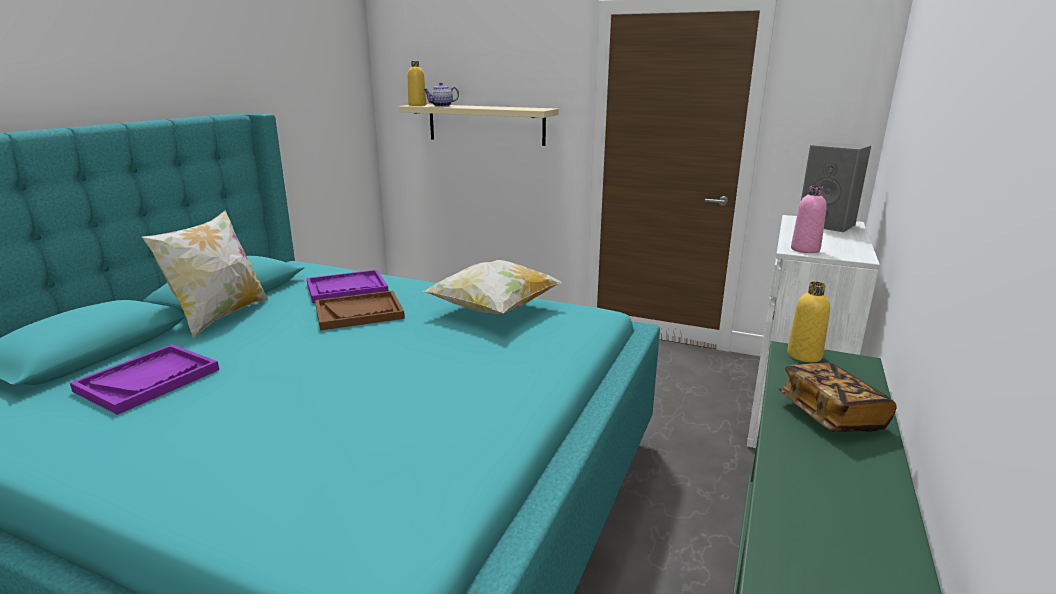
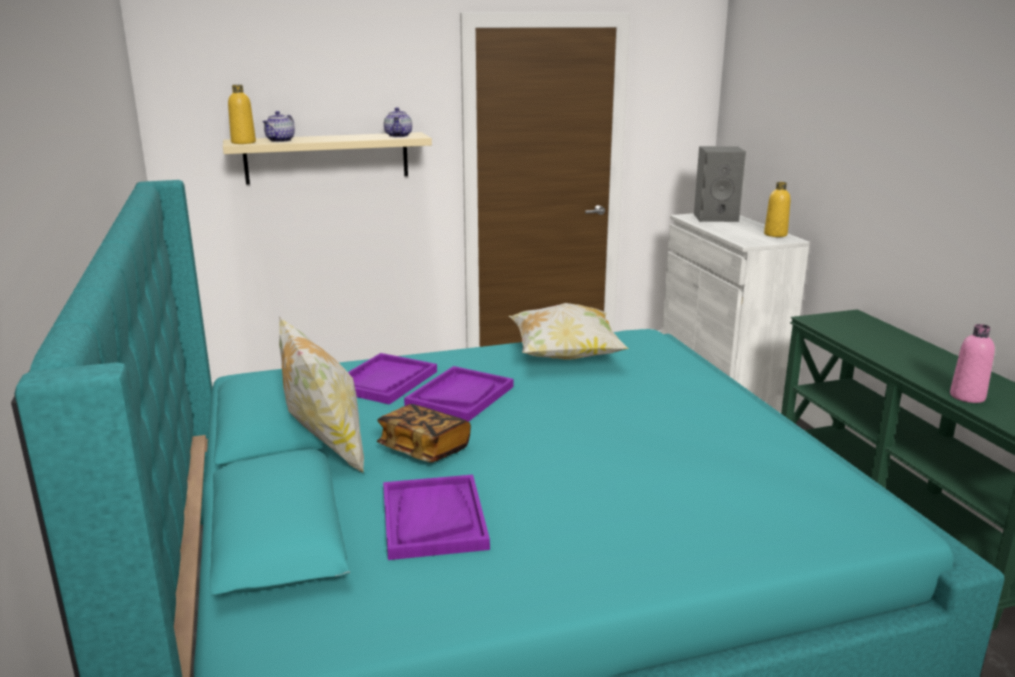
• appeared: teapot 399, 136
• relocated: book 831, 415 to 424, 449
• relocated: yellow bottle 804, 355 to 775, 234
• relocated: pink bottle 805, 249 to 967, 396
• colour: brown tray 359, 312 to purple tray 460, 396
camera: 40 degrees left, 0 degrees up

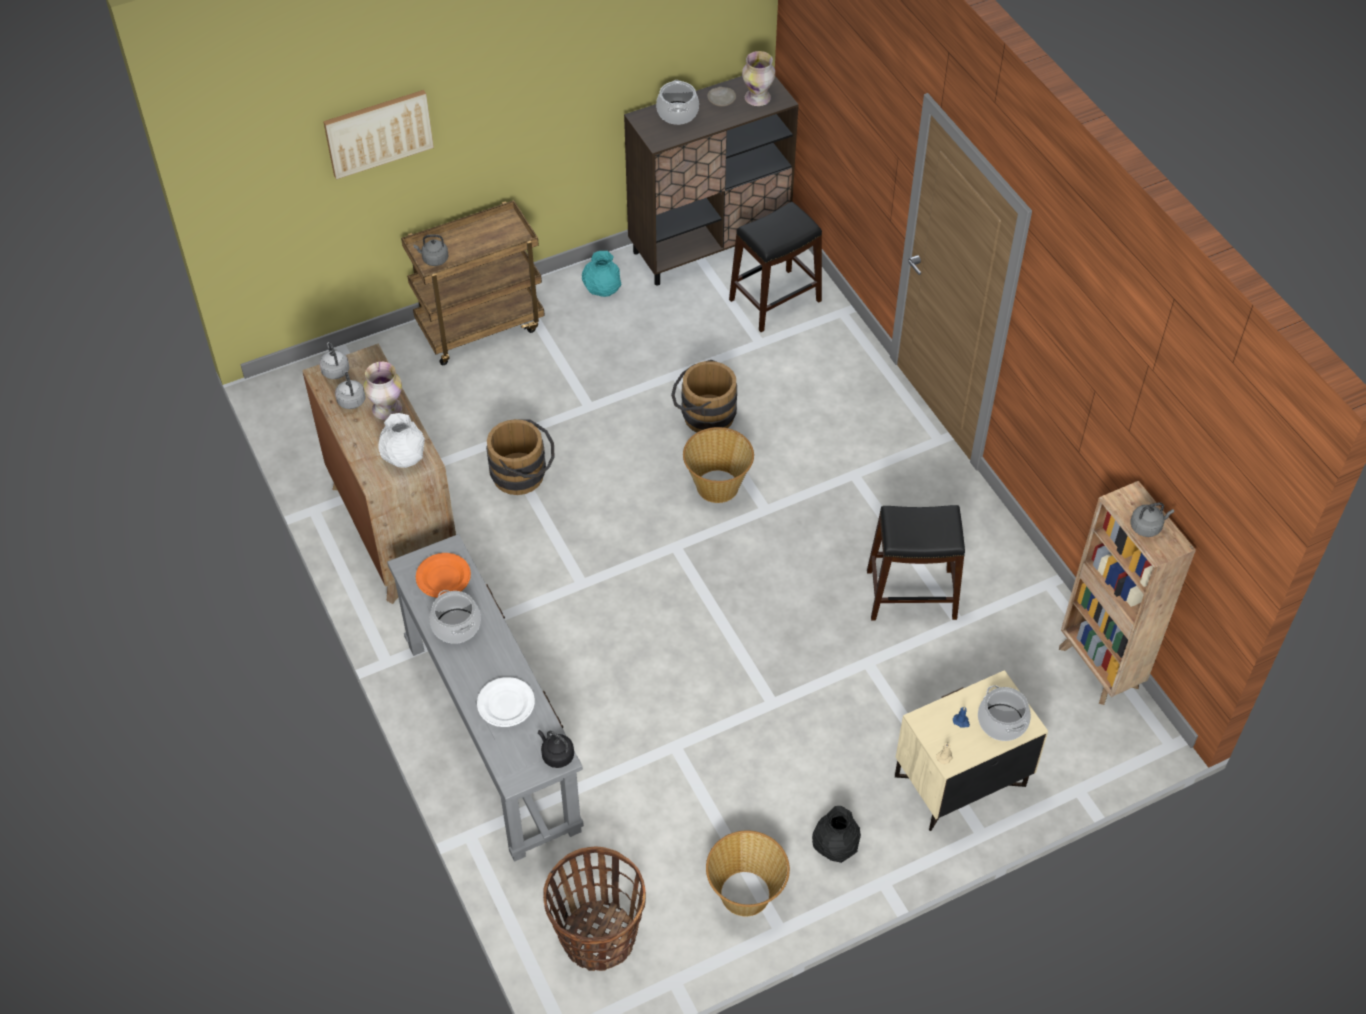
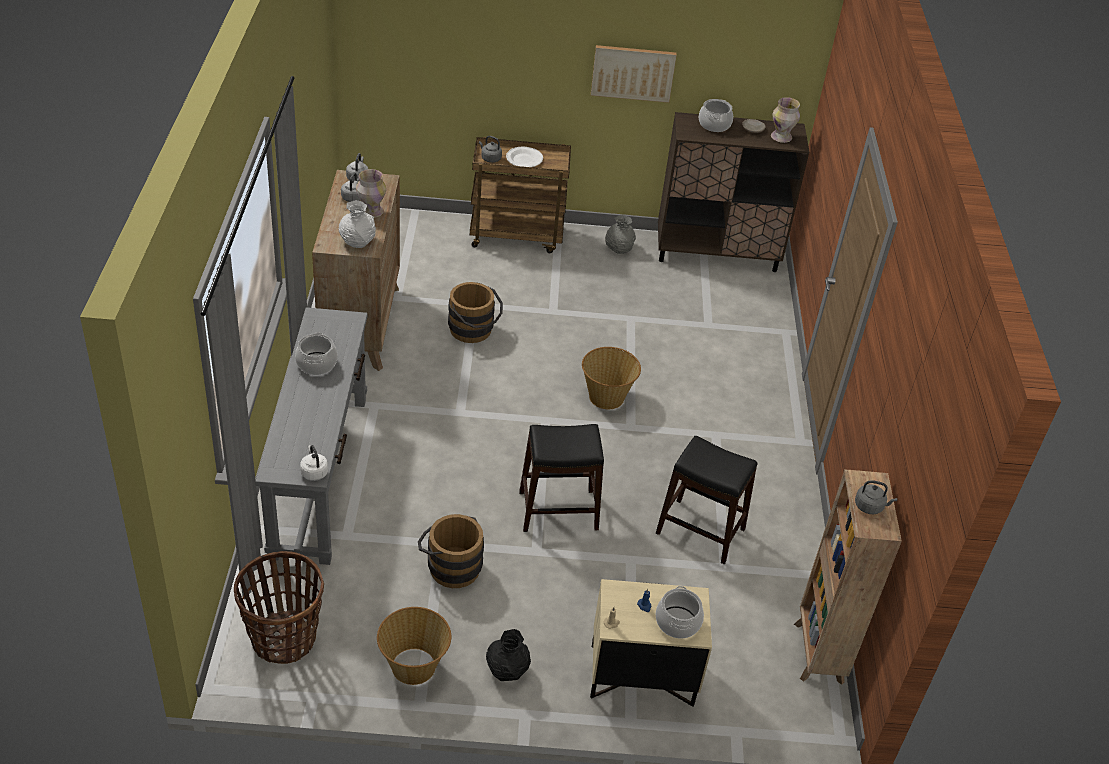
• missing: orange plate 443, 578
• relocated: picture 378, 132 to 633, 73
• relocated: white plate 506, 704 to 524, 159
• relocated: brown bucket 703, 415 to 450, 566
• relocated: black stool 775, 300 to 558, 511
• colour: black kettle 556, 755 to white kettle 314, 472
• colour: turquoise vase 602, 289 to grey vase 618, 248
camera: 25 degrees right, 10 degrees down

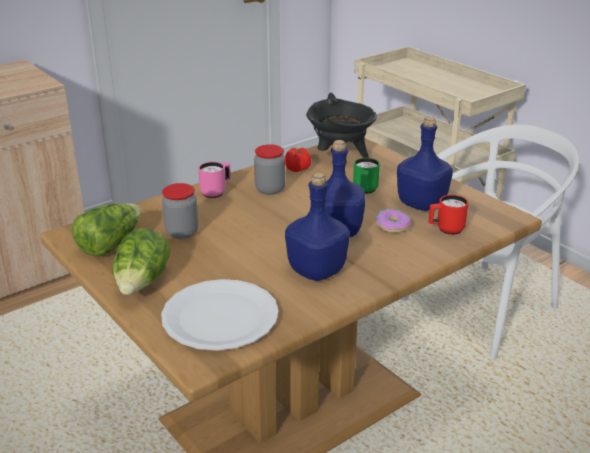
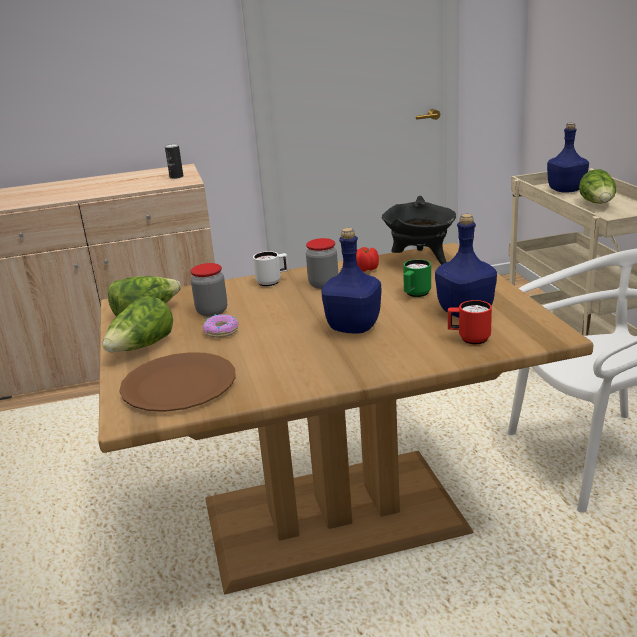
• appeared: can 176, 177
• appeared: lettuce 598, 204
• relocated: blue bottle 317, 271 to 566, 190
• relocated: donut 392, 226 to 222, 331
• colour: white plate 220, 317 to brown plate 179, 385
• colour: pink mug 216, 192 to white mug 272, 282
camera: 25 degrees right, 5 degrees down

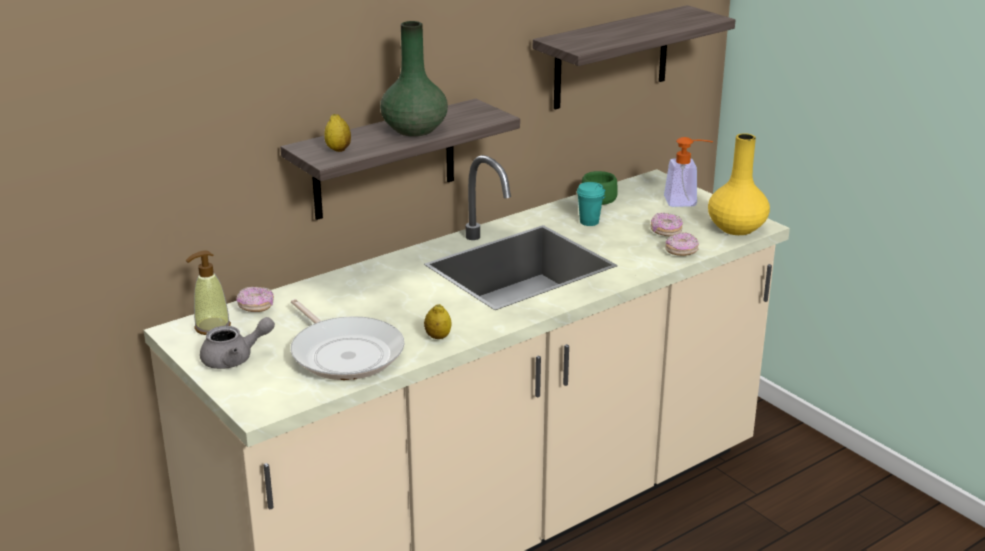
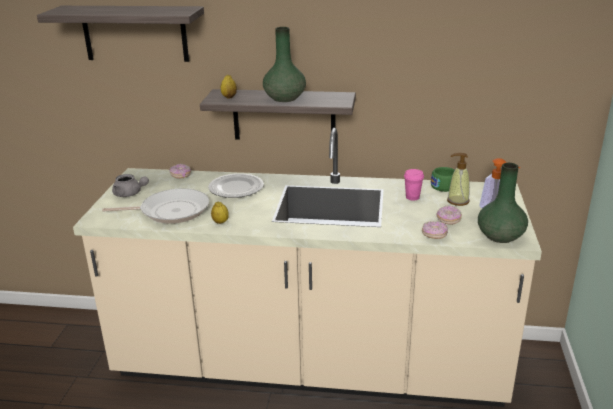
• appeared: plate 236, 188
• relocated: soap dispenser 212, 327 to 457, 201
• relocated: shelf 611, 58 to 135, 33
• colour: turquoise cup 589, 222 to pink cup 412, 197
• colour: yellow vase 735, 228 to green vase 500, 236
• spun: frying pan 345, 353 = 171, 211 105 degrees counterclockwise
camera: 45 degrees right, 0 degrees up

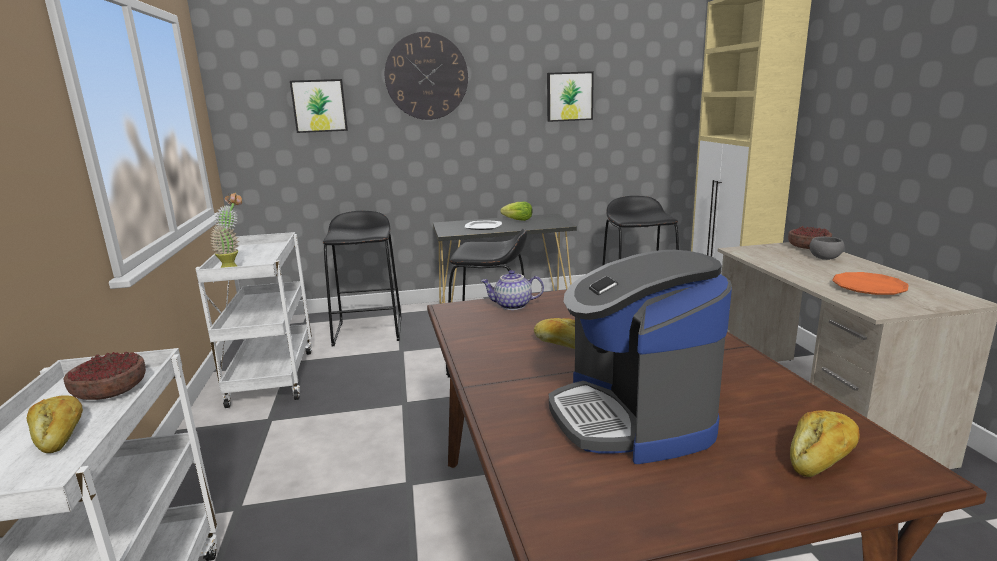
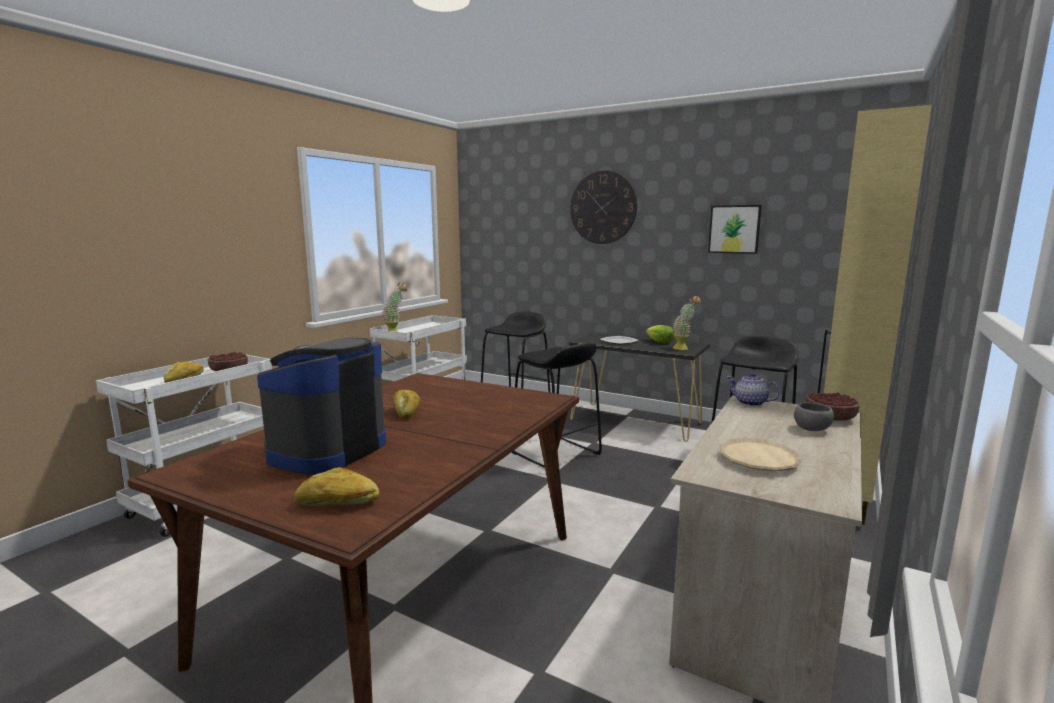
• missing: picture 319, 106
• appeared: potted plant 684, 348
• relocated: teapot 512, 306 to 750, 403
• colour: orange plate 868, 288 to beige plate 758, 460
camera: 40 degrees right, 5 degrees down

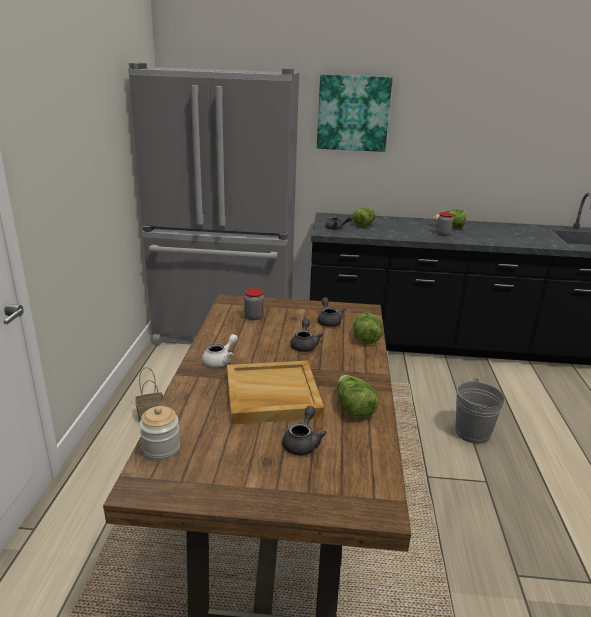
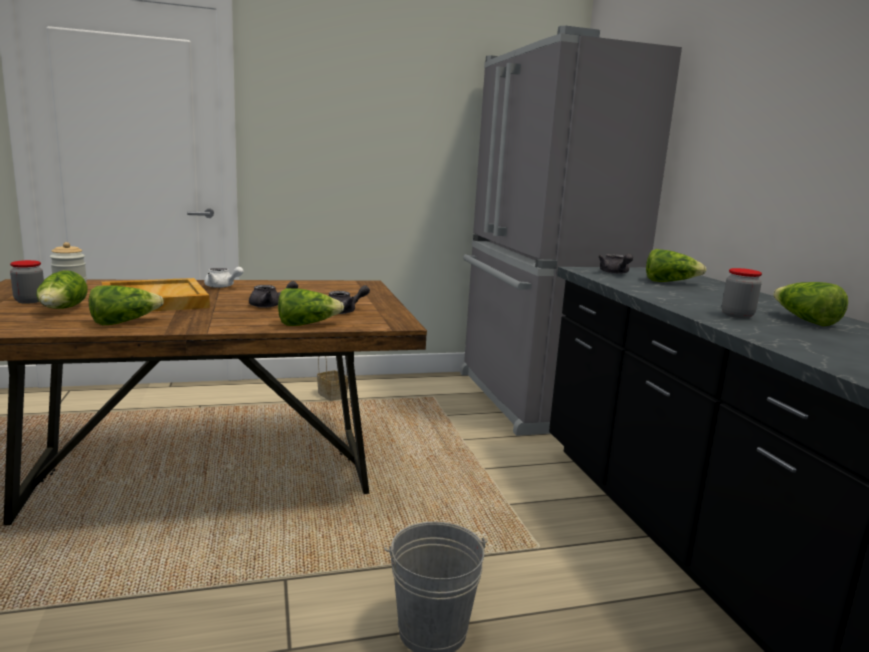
• missing: picture 353, 113
• relocated: jar 253, 317 to 30, 301
• exchanged: grey teapot 302, 443 to lettuce 62, 310
camera: 70 degrees right, 10 degrees down

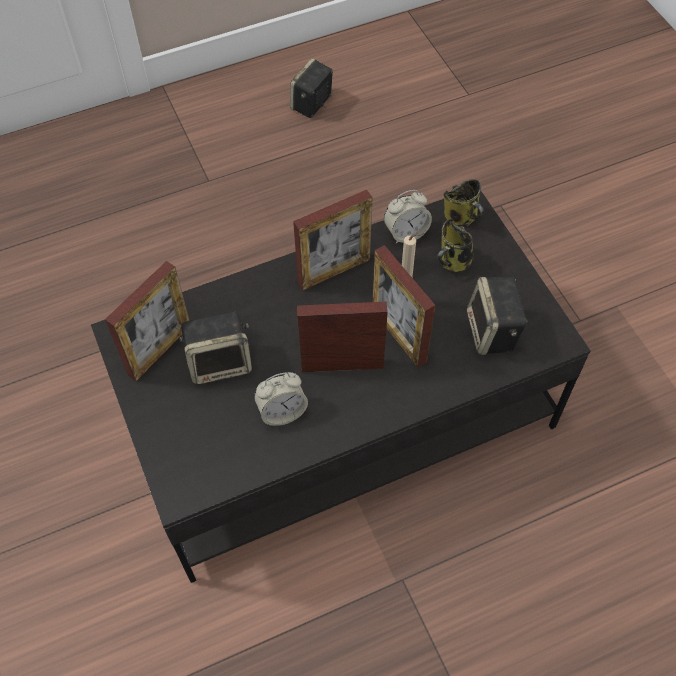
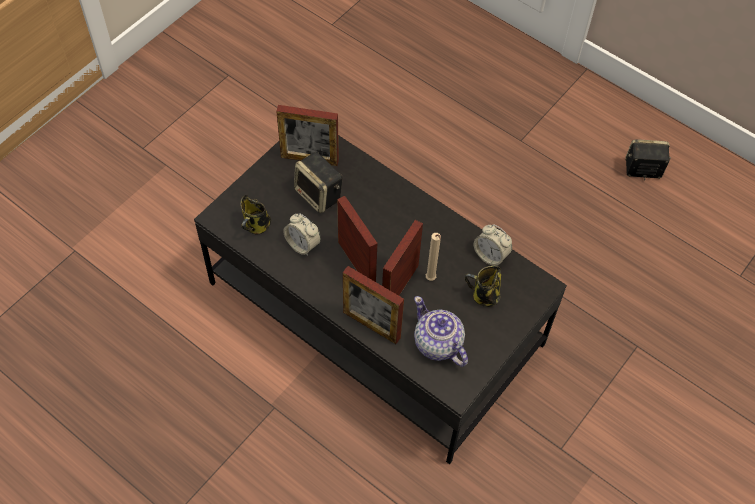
• relocated: picture frame 334, 271 to 371, 325
• relocated: mug 461, 217 to 256, 226
• exchanged: speaker 493, 332 to teapot 438, 344
camera: 60 degrees right, 0 degrees up

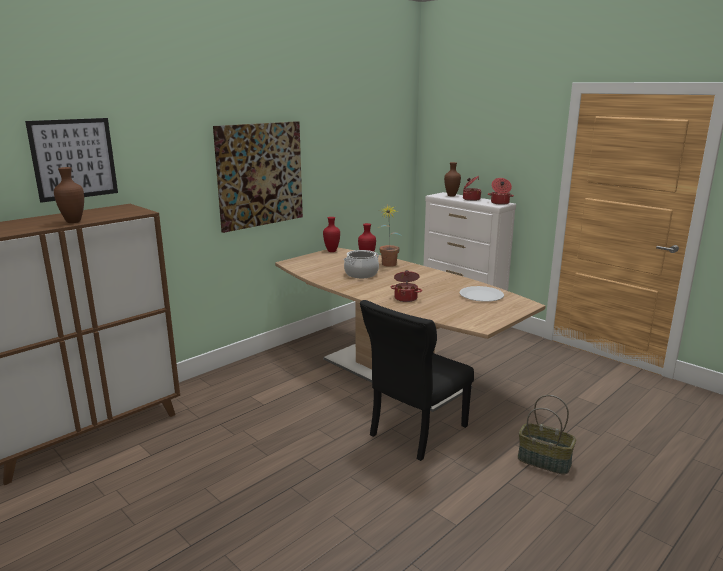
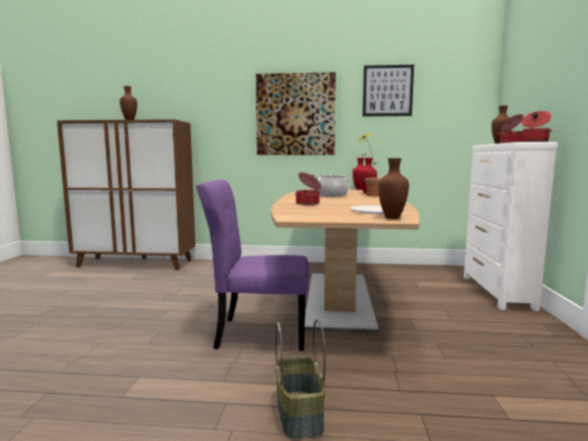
• appeared: brown vase 391, 218
• relocated: picture 74, 159 to 387, 91
• colour: black chair 415, 432 to purple chair 258, 333
camera: 50 degrees right, 10 degrees down

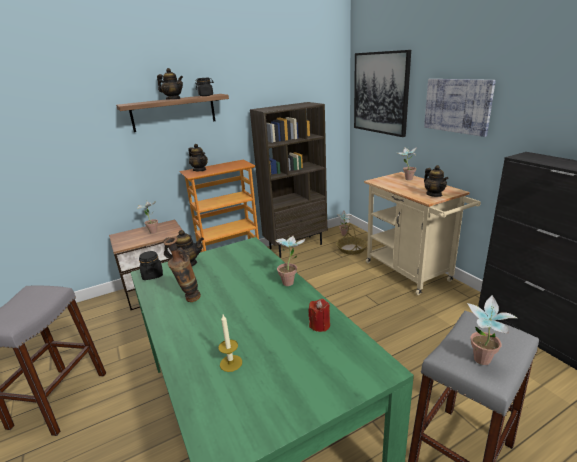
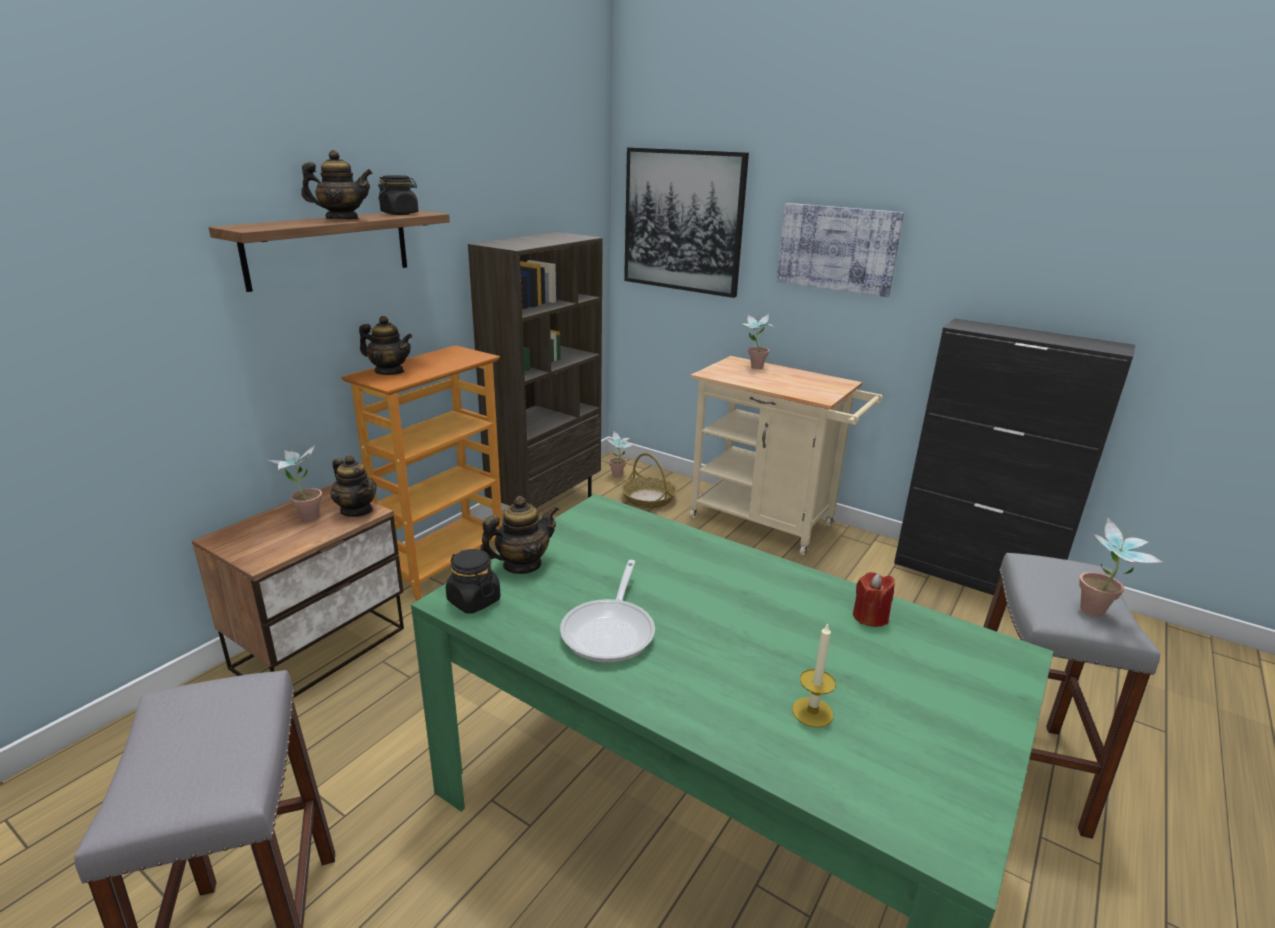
• missing: potted plant 291, 281
• relocated: teapot 434, 194 to 357, 510
• exchanged: vase 189, 300 to frying pan 611, 630
camera: 30 degrees left, 0 degrees up

